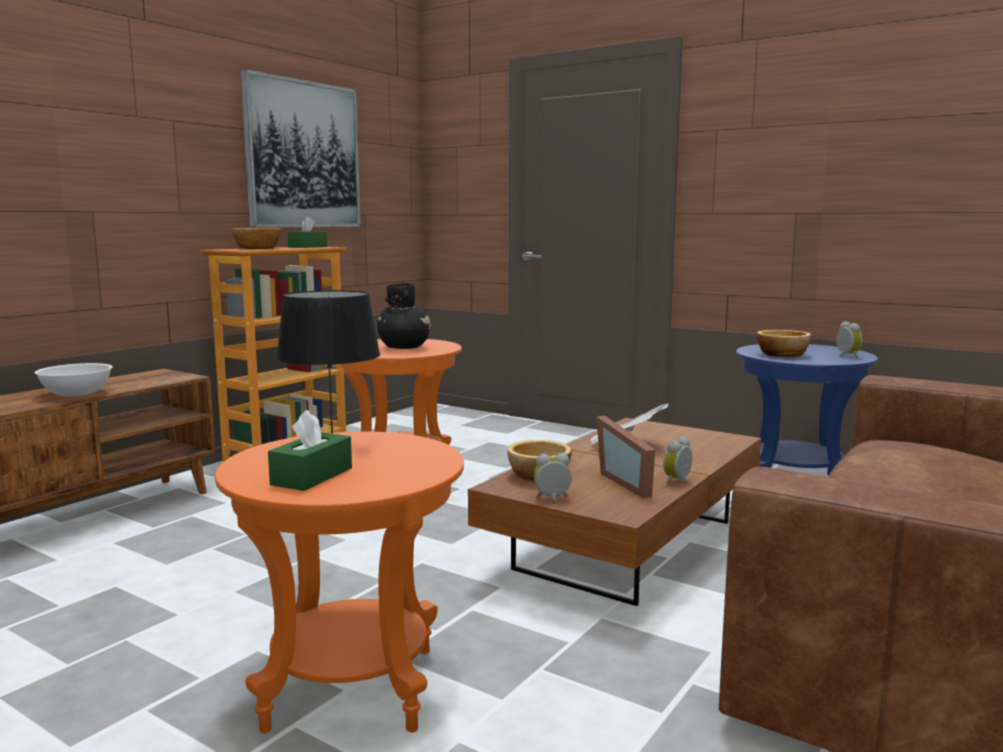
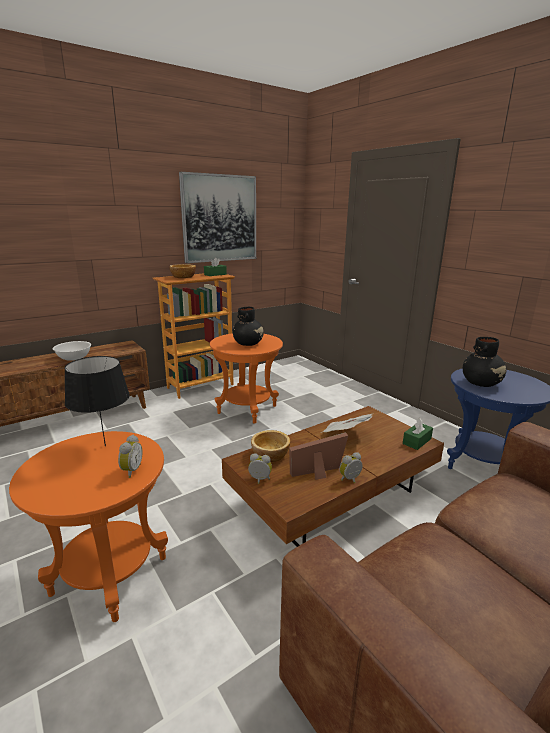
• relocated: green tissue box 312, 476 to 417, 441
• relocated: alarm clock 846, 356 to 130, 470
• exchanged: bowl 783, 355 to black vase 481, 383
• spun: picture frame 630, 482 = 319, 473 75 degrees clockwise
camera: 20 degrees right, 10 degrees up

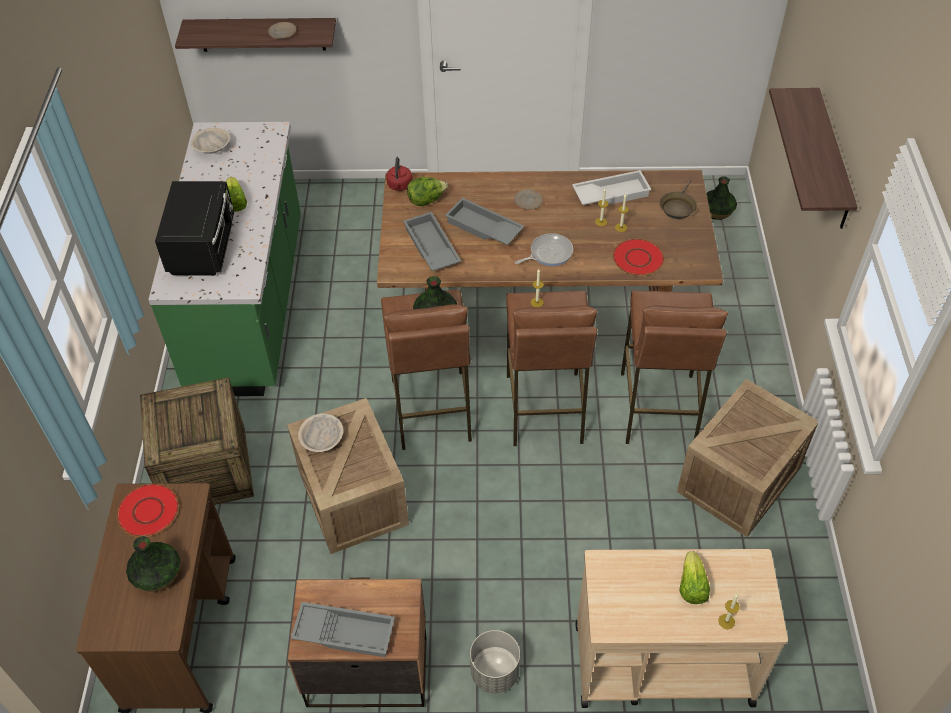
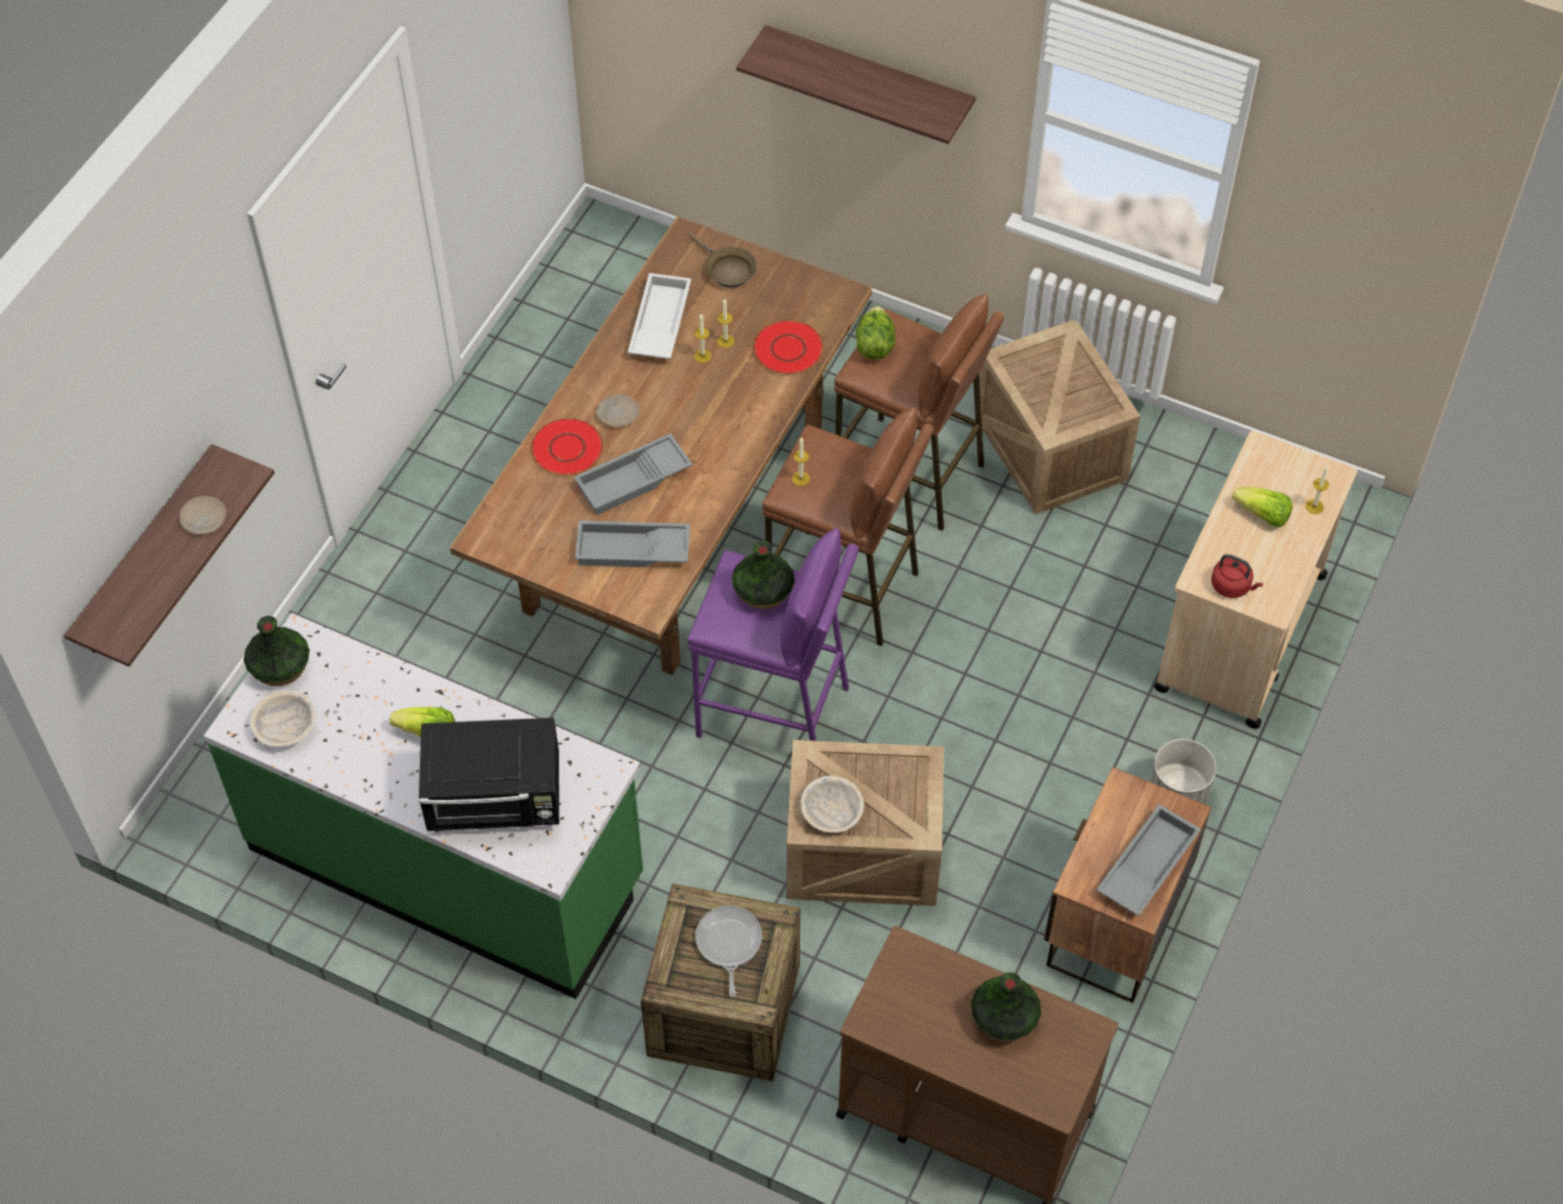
• relocated: red plate 148, 511 to 566, 448
• relocated: red kettle 399, 186 to 1232, 586
• relocated: lettuce 426, 200 to 874, 345
• relocated: frying pan 548, 253 to 728, 944
• relocated: vase 717, 212 to 281, 667
• colour: brown stool 431, 410 to purple stool 773, 711
• spun: black microwave 203, 247 = 496, 798 150 degrees clockwise
camera: 65 degrees left, 5 degrees up

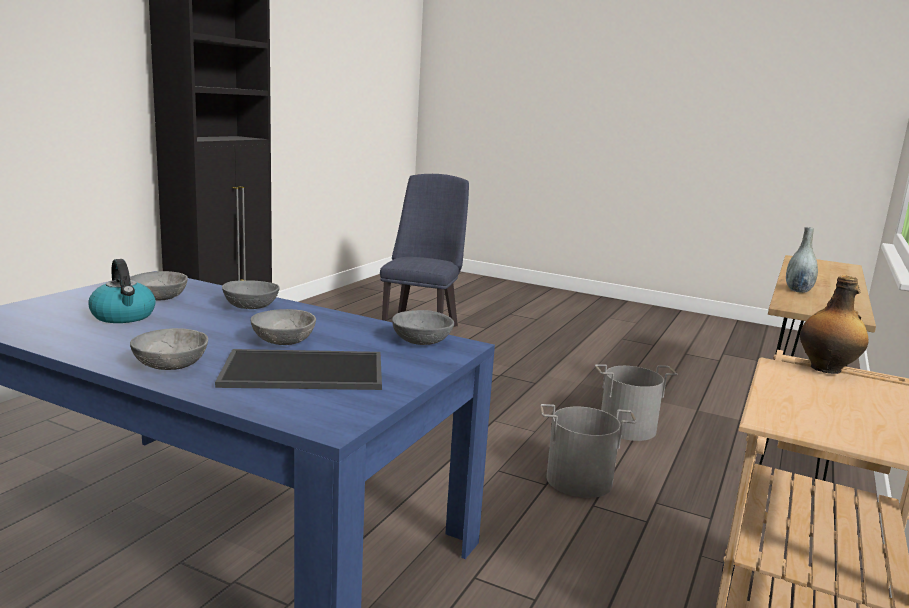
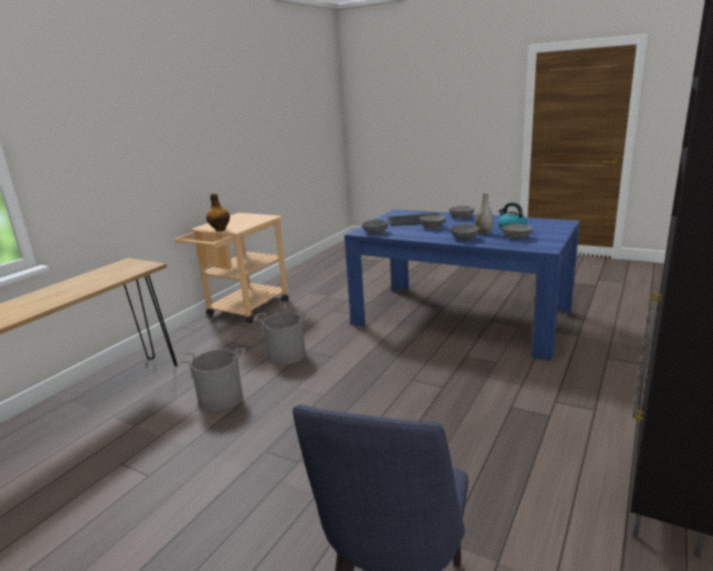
• relocated: grey vase 798, 290 to 484, 233
camera: 175 degrees left, 5 degrees up

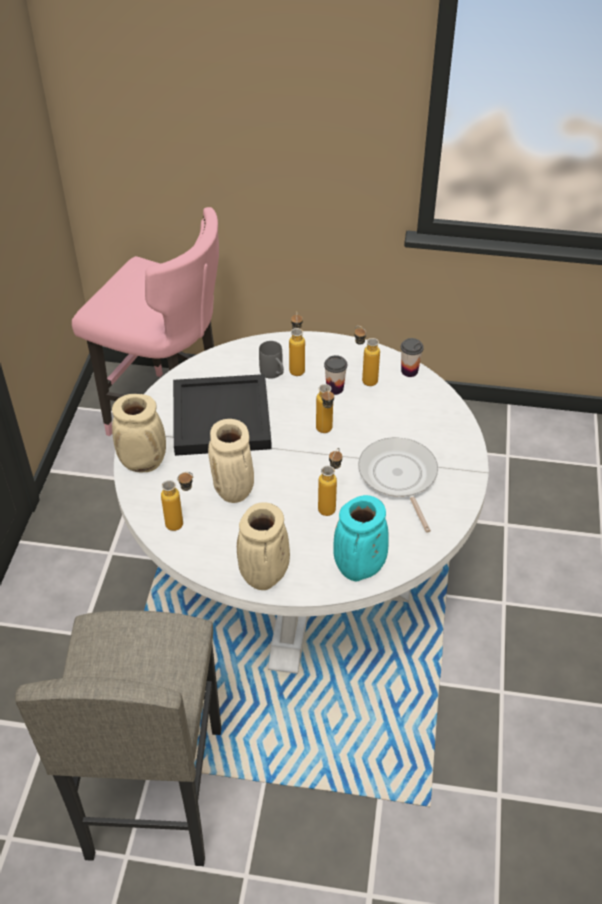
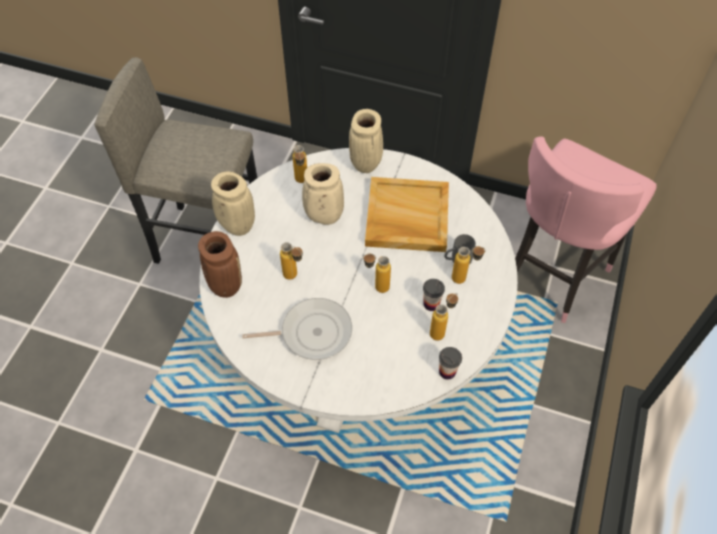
• colour: black tray 222, 419 to beige tray 406, 217
• colour: turquoise vase 359, 570 to brown vase 224, 285
camera: 100 degrees right, 10 degrees up

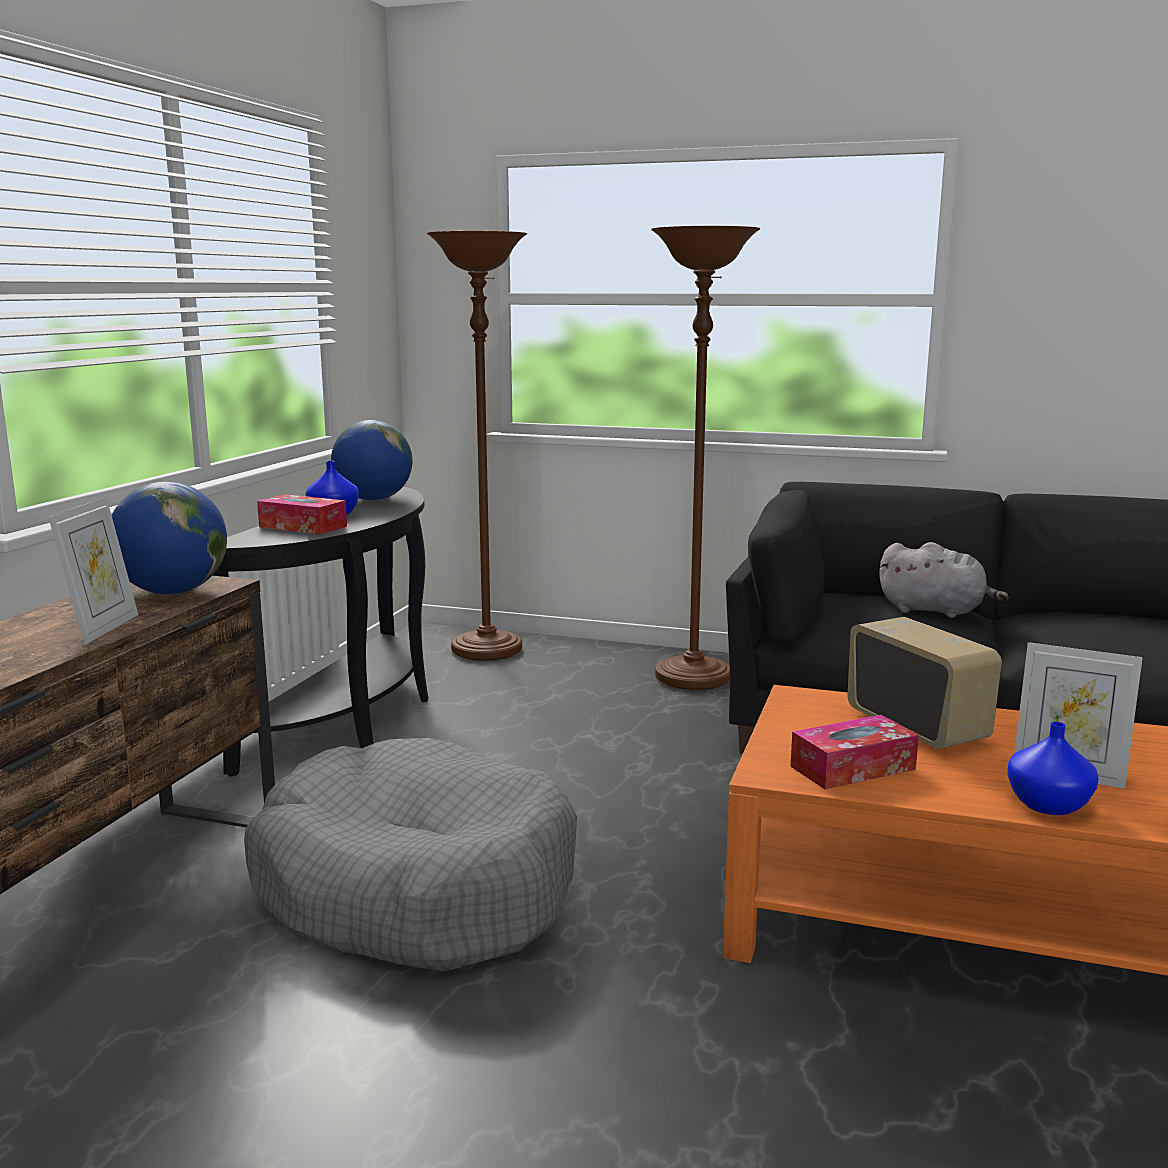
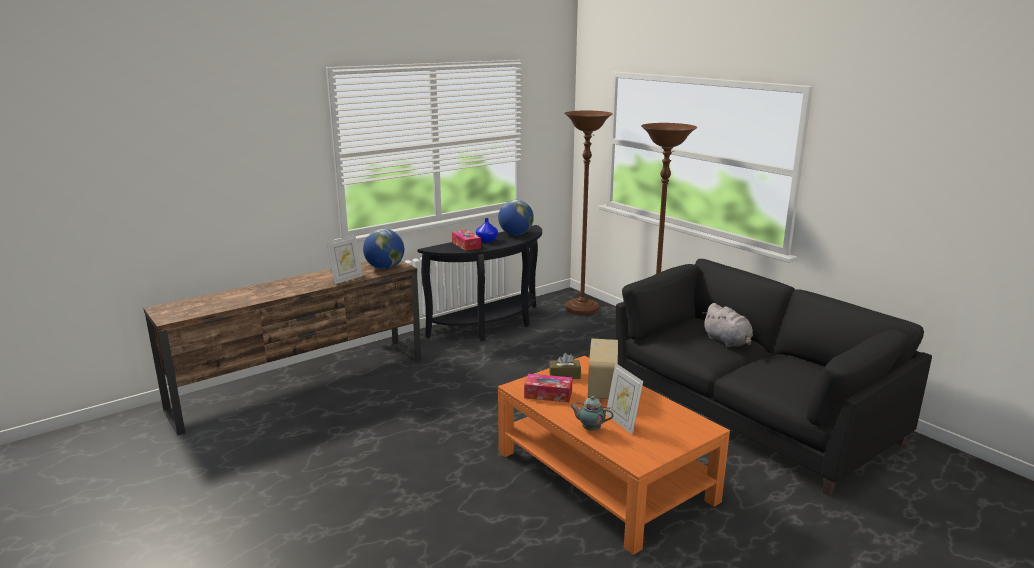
• missing: grey dog bed 415, 888
• appeared: brown tissue box 564, 375
• exchanged: blue vase 1048, 804 to teapot 590, 429
camera: 35 degrees right, 5 degrees up

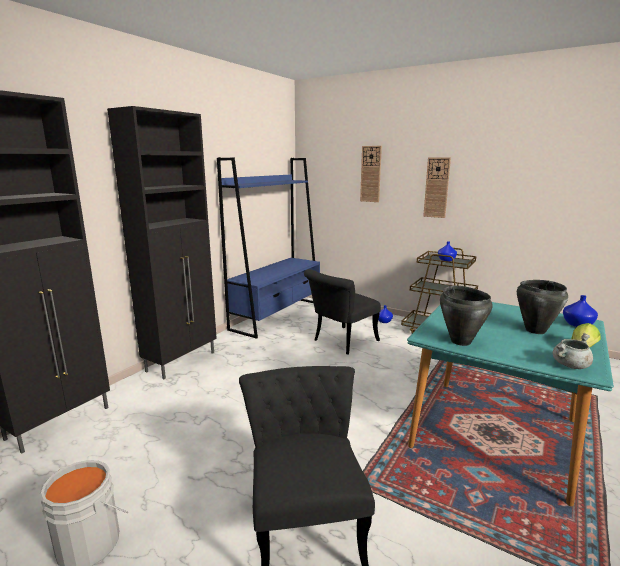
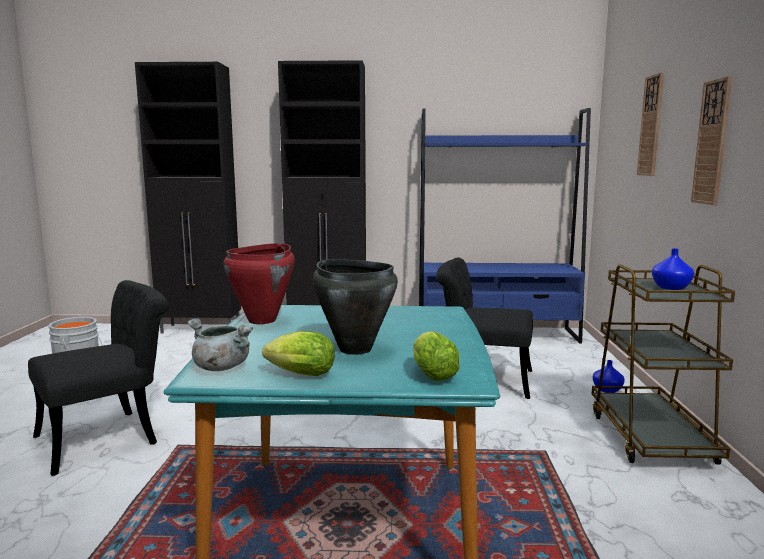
• exchanged: blue vase 578, 324 to lettuce 431, 374
• colour: black cooking pot 461, 341 to red cooking pot 263, 320
camera: 60 degrees right, 5 degrees down

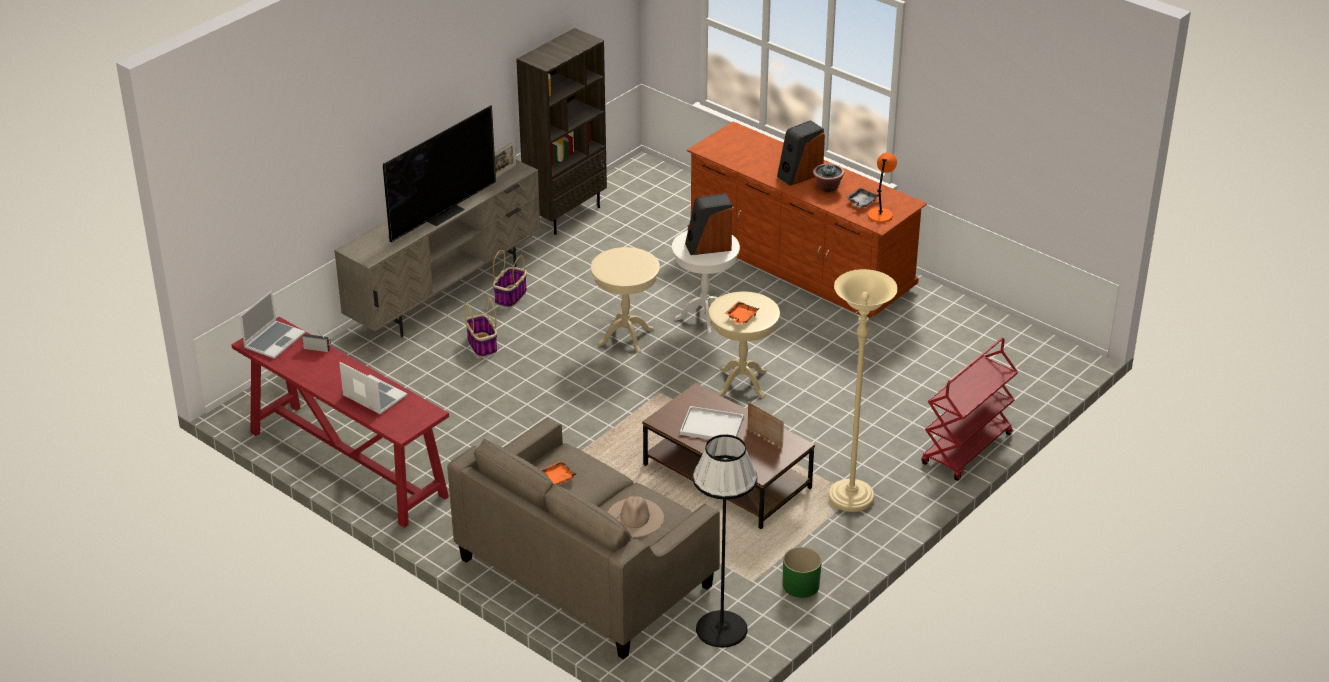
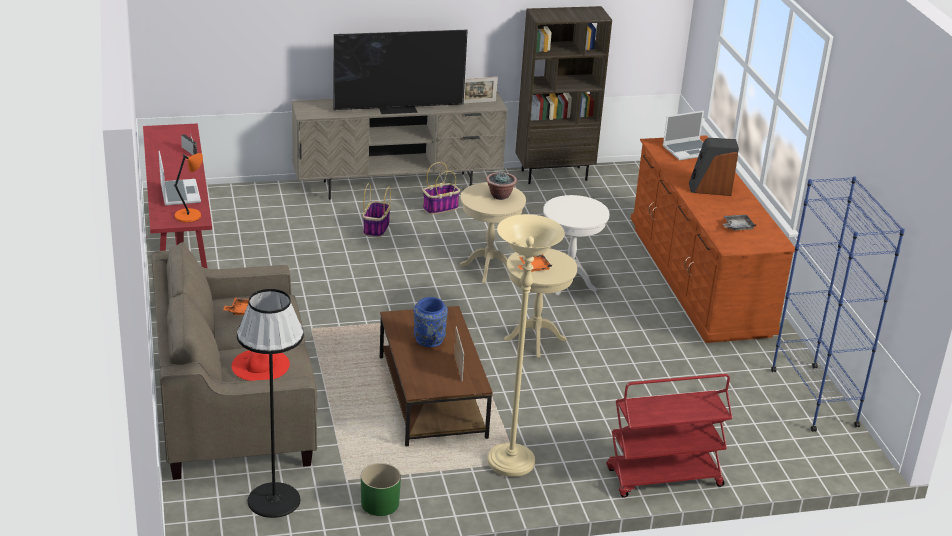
• missing: speaker 708, 246
• appeared: blue bookcase 813, 397
• relocated: laptop 274, 340 to 688, 150
• relocated: potted plant 827, 188 to 500, 196
• relocated: orange table lamp 880, 215 to 189, 215
• exchanged: white tray 713, 426 to blue vase 429, 340
• colour: beige hat 635, 517 to red hat 260, 365
camera: 35 degrees right, 5 degrees down

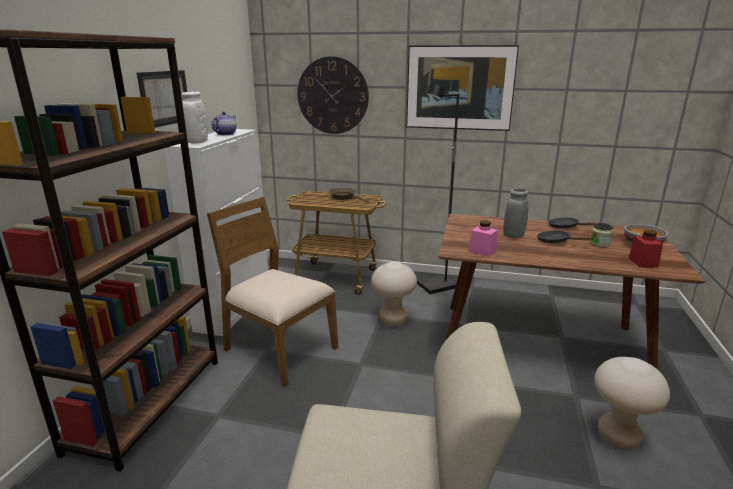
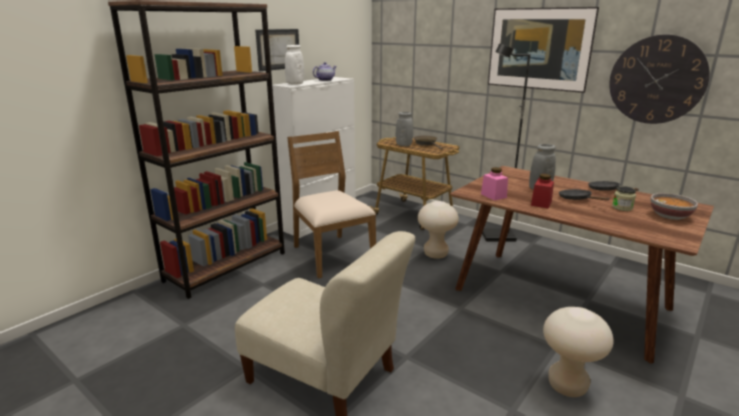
• appeared: grey vase 404, 145
• relocated: wall clock 332, 96 to 656, 80
• relocated: red jar 643, 262 to 541, 203
camera: 25 degrees right, 0 degrees up

